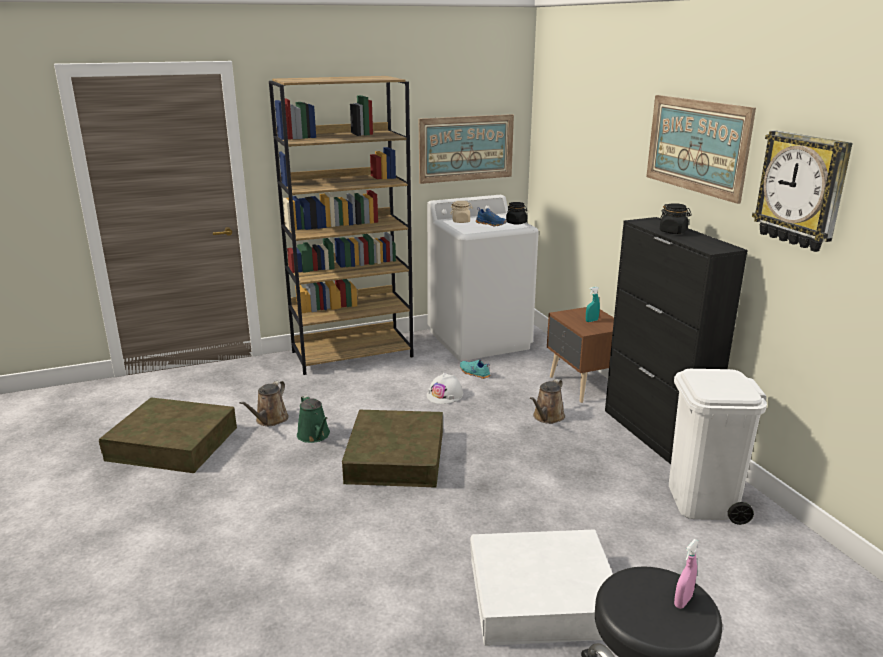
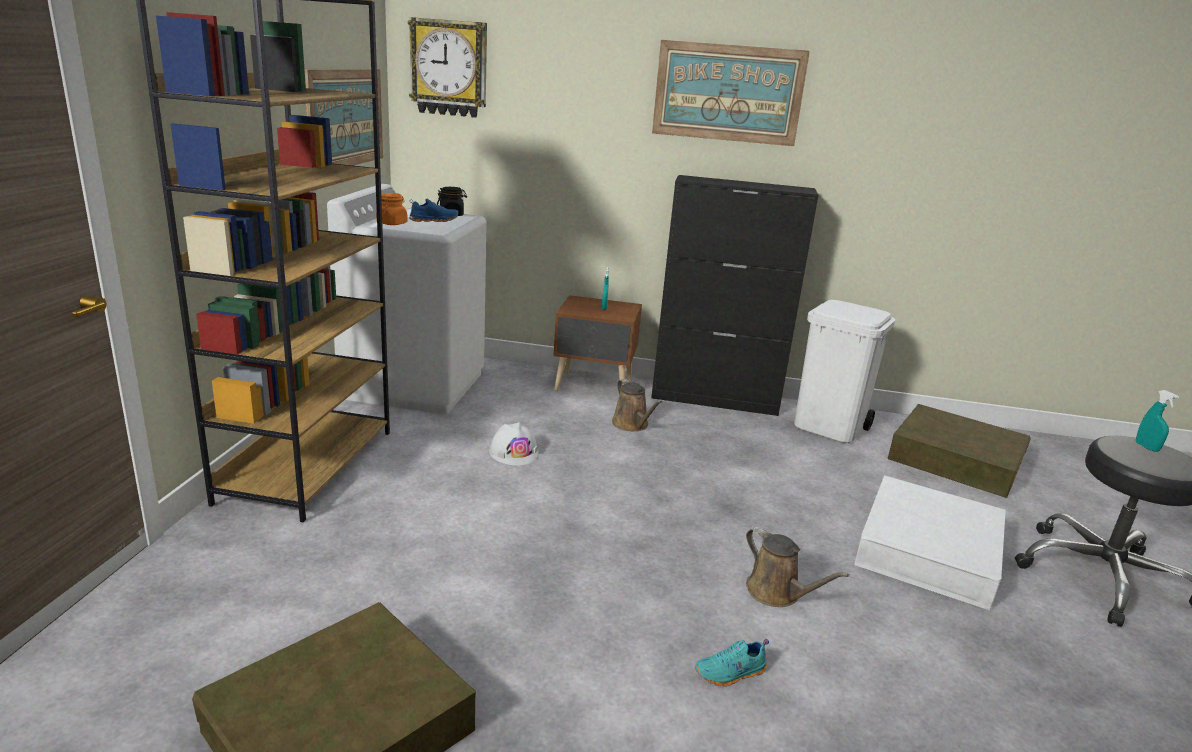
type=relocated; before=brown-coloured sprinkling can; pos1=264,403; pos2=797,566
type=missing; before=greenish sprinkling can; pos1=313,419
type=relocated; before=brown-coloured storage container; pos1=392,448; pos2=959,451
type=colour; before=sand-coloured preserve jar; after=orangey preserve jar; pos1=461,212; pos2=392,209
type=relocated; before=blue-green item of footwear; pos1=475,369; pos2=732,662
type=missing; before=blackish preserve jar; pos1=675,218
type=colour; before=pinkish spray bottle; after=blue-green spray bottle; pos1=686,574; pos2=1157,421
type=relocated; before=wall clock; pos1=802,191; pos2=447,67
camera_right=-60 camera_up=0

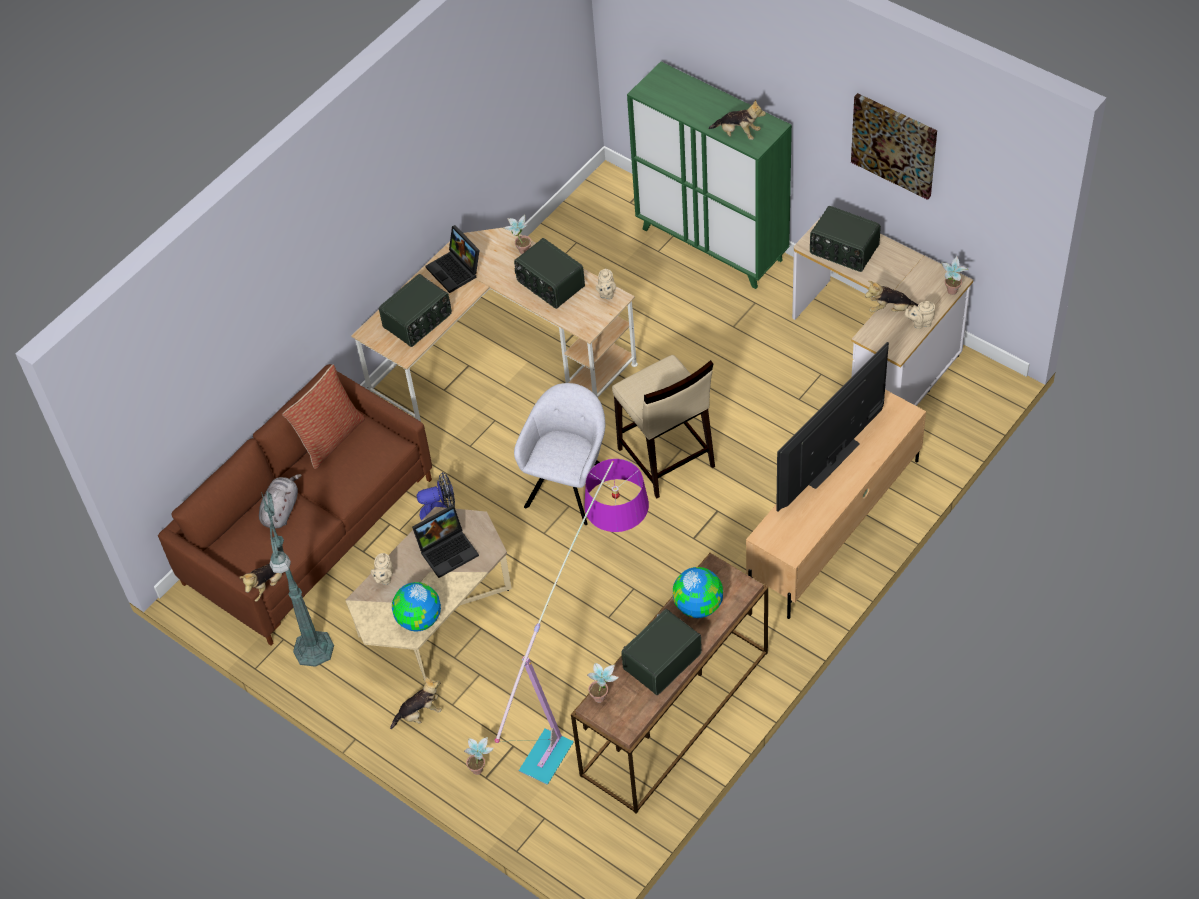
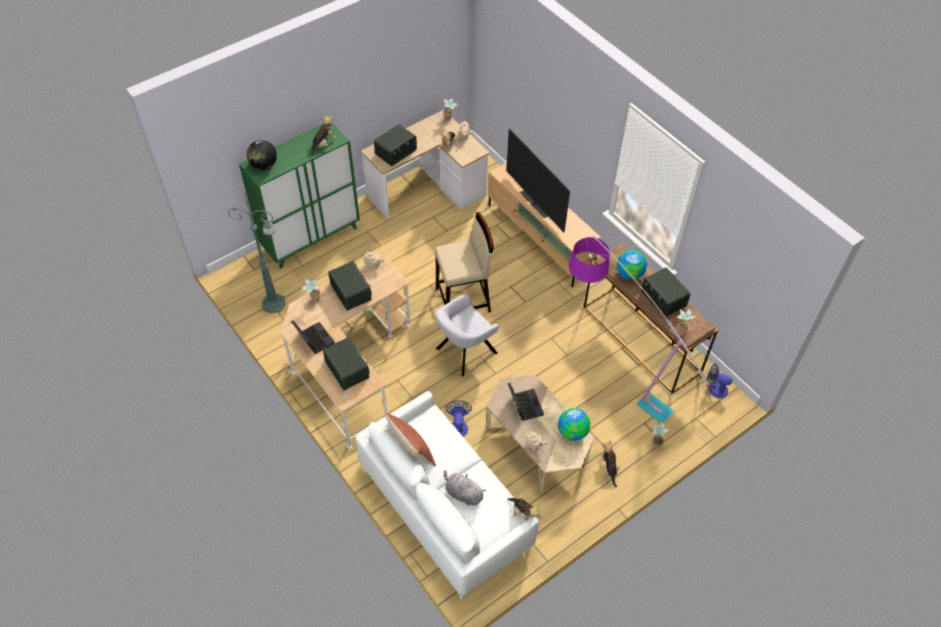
type=colour; before=brown-coloured settee; after=white-coloured settee; pos1=295,504; pos2=447,495
type=relocated; before=greenish standard lamp; pos1=297,579; pos2=257,252
type=spun; before=portable computer; pos1=452,259; pos2=313,337; turn=-105
type=spun; before=radio; pos1=549,273; pos2=350,286; turn=-90
type=spun; before=gray armchair; pos1=559,454; pos2=467,335; turn=-75
type=missing; before=wall art; pos1=894,146
type=appeared; after=desk globe; pos2=262,155
type=appeared; after=cooling fan; pos2=719,380
camera_right=-80 camera_up=0

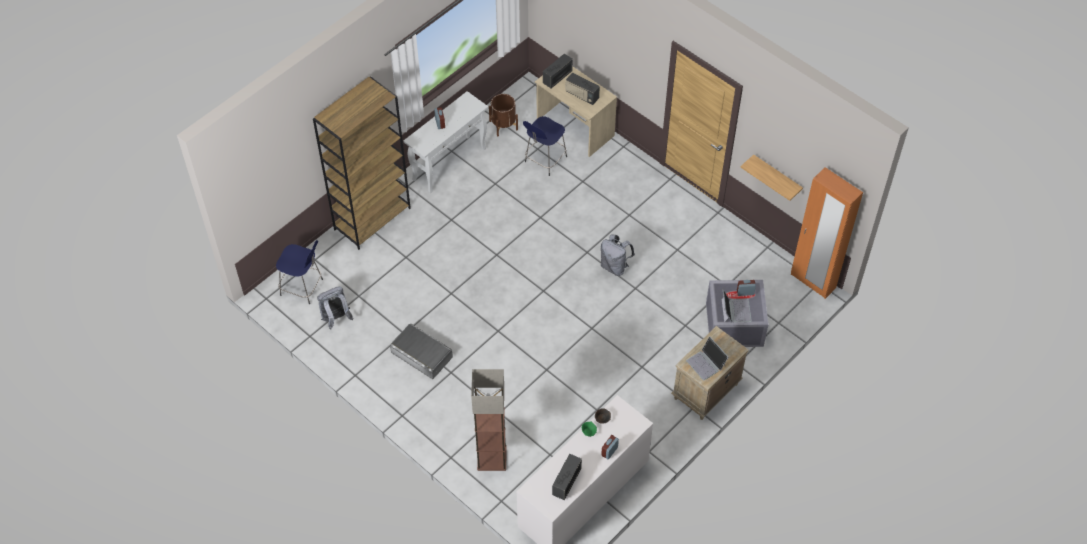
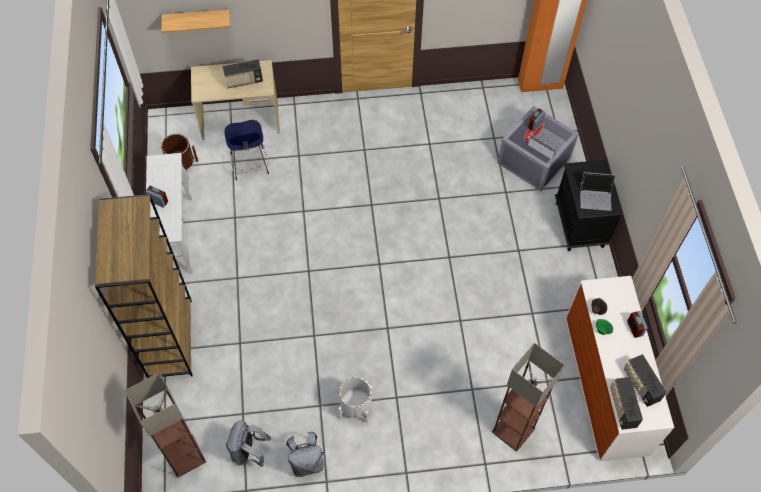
type=exchanged; before=blue-coloured stool seat; after=standard lamp; pos1=299,272; pos2=165,425
type=exchanged; before=gray storage container; after=white-coloured plant pot; pos1=421,351; pos2=356,400
type=relocated; before=radio; pos1=558,71; pos2=626,403
type=relocated; before=gray backpack; pos1=618,255; pos2=305,454
type=colour; before=sand-coloured night table; after=blackish night table; pos1=710,373; pos2=589,205
type=relocated; before=wall shelf; pos1=772,178; pos2=196,21
camera_right=-50 camera_up=5

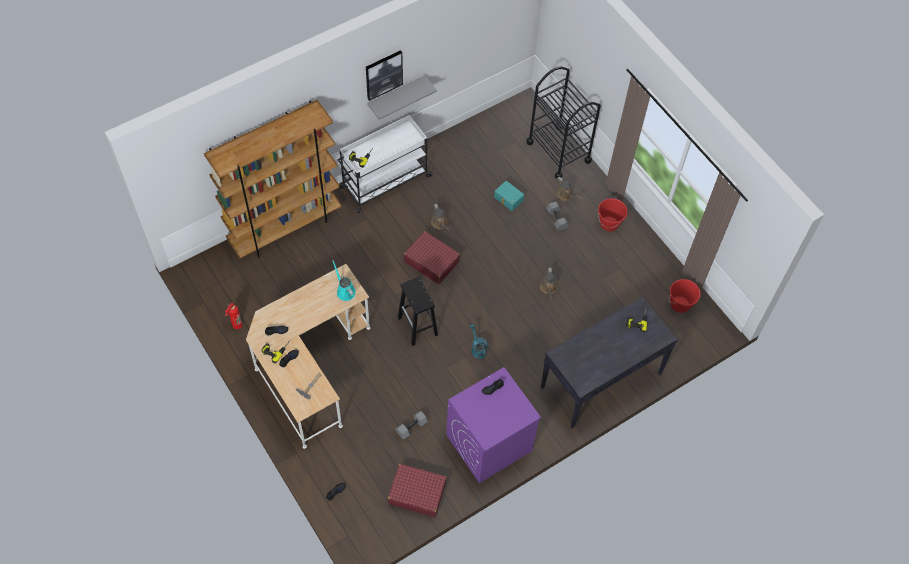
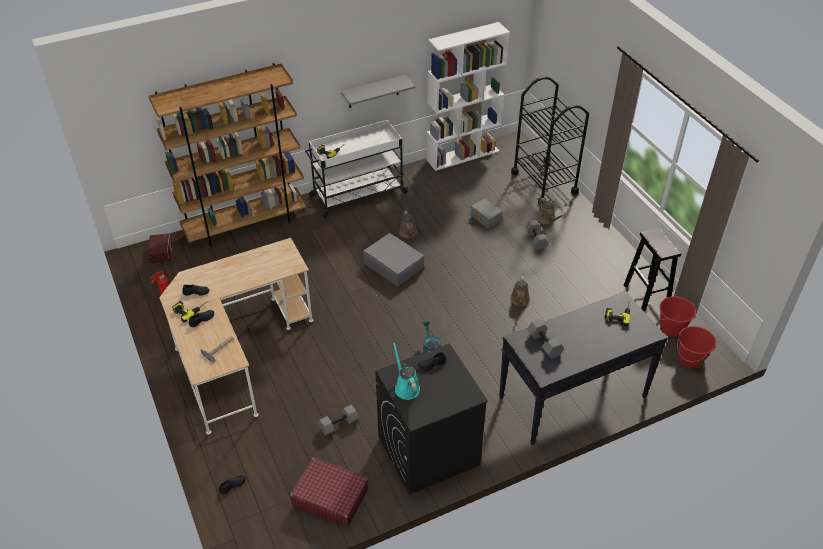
type=relocated; before=blue-green sprinkling can; pos1=343,280; pos2=406,371
type=missing; before=wall art; pos1=384,75
type=relocated; before=blackish stool seat; pos1=418,311; pos2=652,269
type=colour; before=red suitcase; after=gray suitcase; pos1=432,257; pos2=394,259
type=colour; before=purplish laundry machine; after=blackish laundry machine; pos1=493,425; pos2=431,419
type=colour; before=blue-green storage container; after=gray storage container; pos1=509,196; pos2=487,213
type=relocated; before=red water bucket; pos1=613,214; pos2=696,347
type=appeared; after=brown-coloured storage container; pos2=160,248
type=appeared; after=white-coloured bookshelf; pos2=468,96
type=appeared; after=gray free weight; pos2=545,339
camera_right=10 camera_up=-15

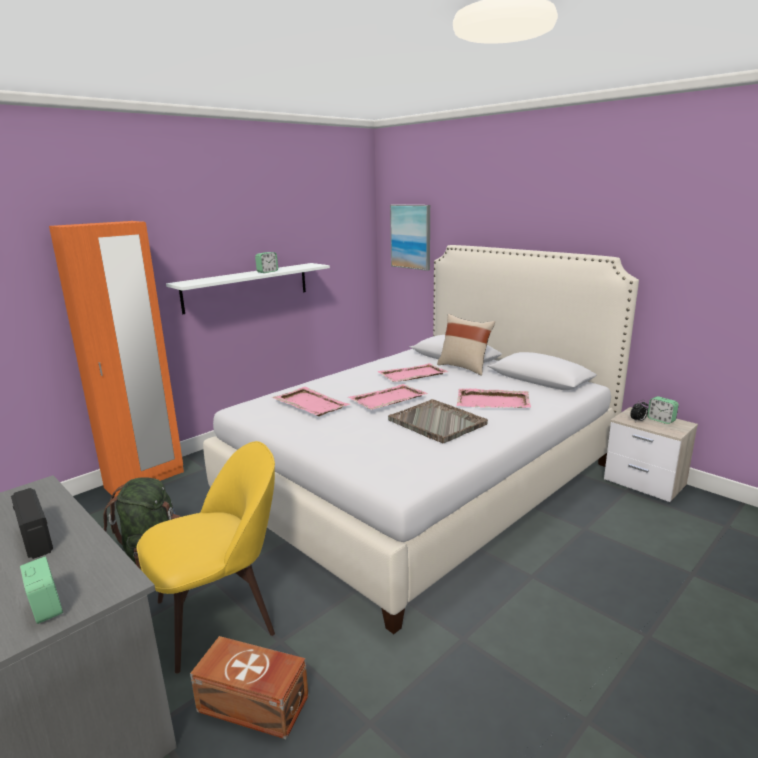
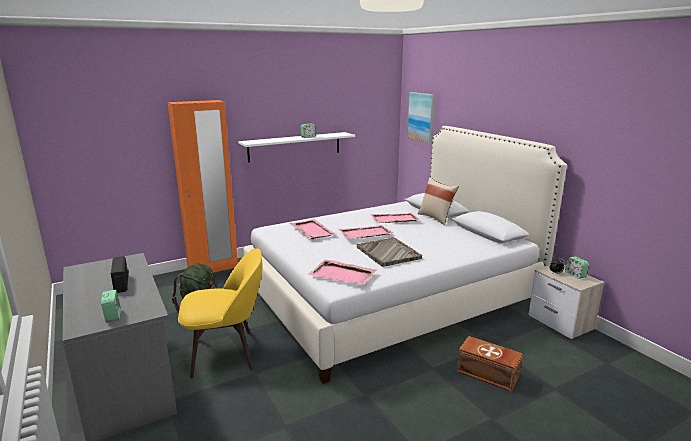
type=relocated; before=brown-coloured storage container; pos1=249,687; pos2=490,364
type=relocated; before=pinkish serving tray; pos1=493,398; pos2=342,272
camera_right=15 camera_up=0

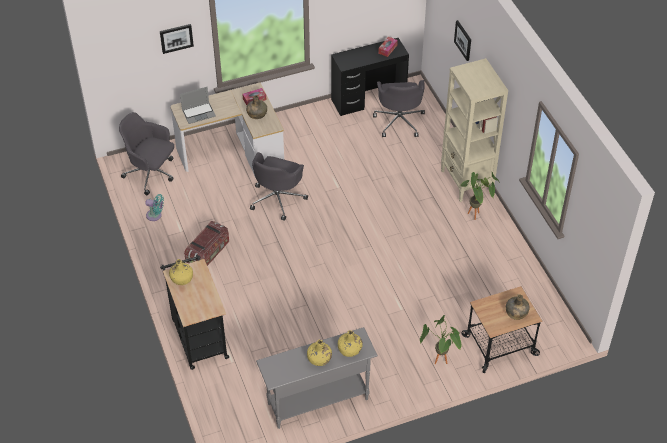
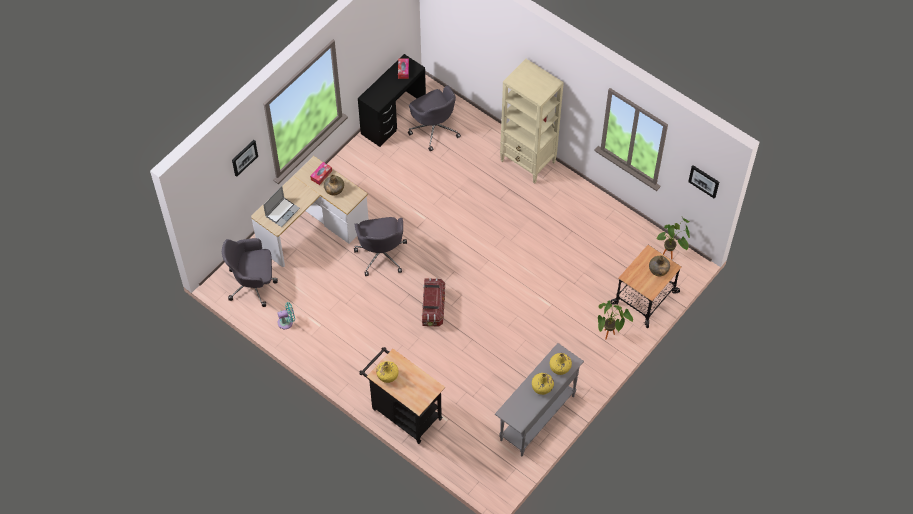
type=relocated; before=storage container; pos1=206,243; pos2=433,302
type=relocated; before=wall art; pos1=462,40; pos2=703,182
type=relocated; before=houseplant; pos1=480,195; pos2=673,238
camera_right=-30 camera_up=10

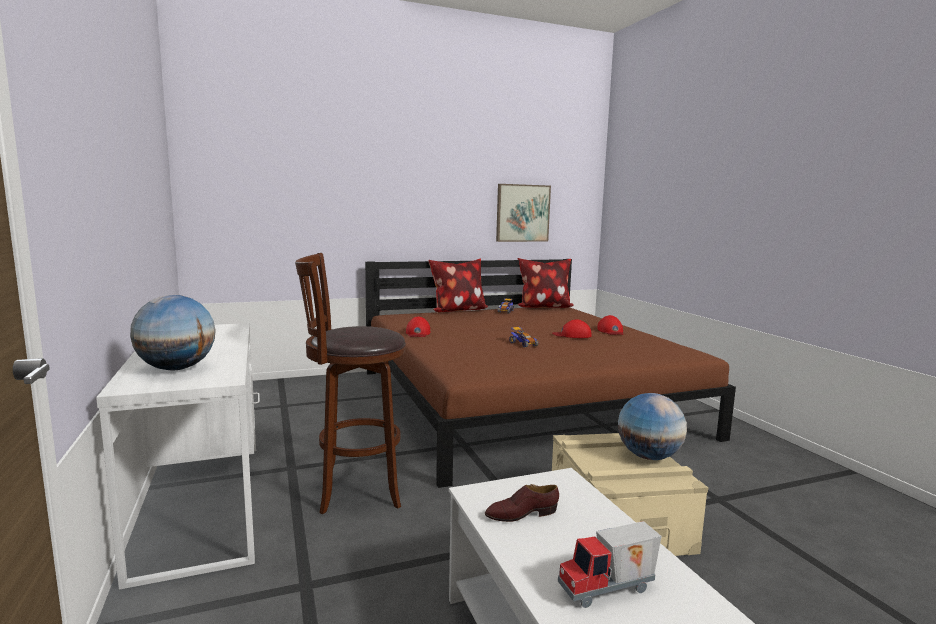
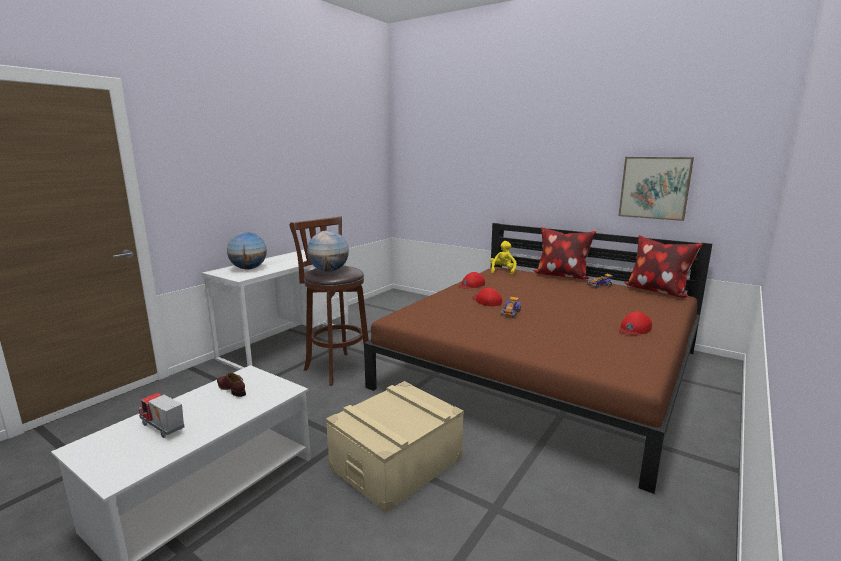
type=relocated; before=red baseball cap; pos1=572,328; pos2=487,297
type=relocated; before=desk globe; pos1=652,426; pos2=328,251
type=appeared; after=yellowish plush toy; pos2=503,258
camera_right=55 camera_up=5

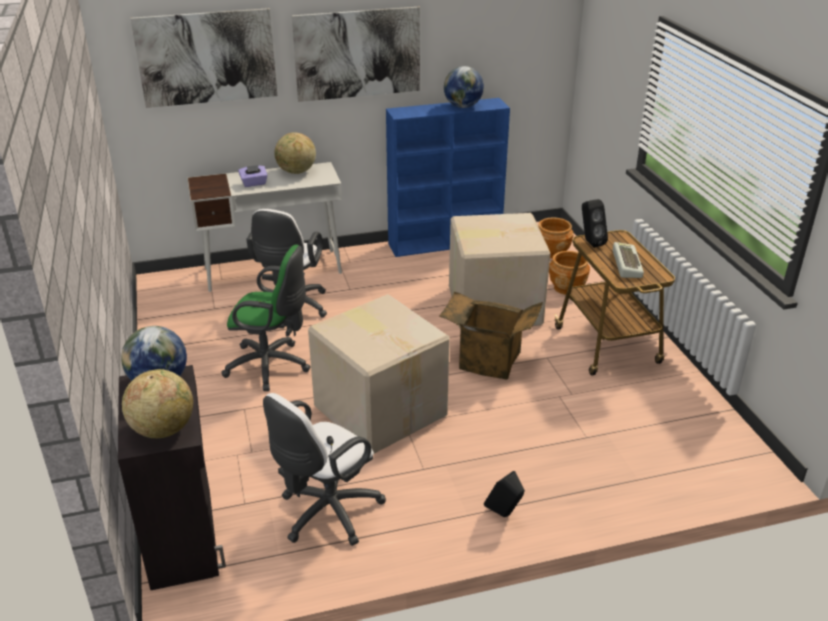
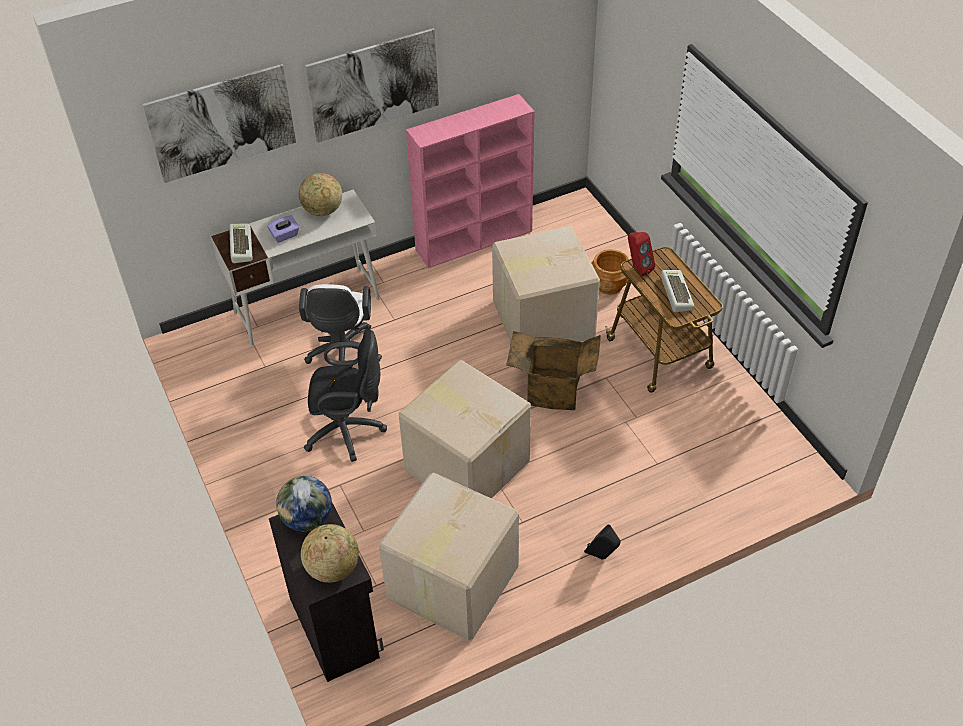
type=colour; before=greenish computer chair; after=blackish computer chair; pos1=266,318; pos2=345,395
type=exchanged; before=white-coloured computer chair; after=carton; pos1=324,469; pos2=449,556
type=colour; before=blue-coloured bookshelf; after=pinkish bookshelf; pos1=448,177; pos2=470,181
type=missing; before=desk globe; pos1=464,87
type=missing; before=brown-coloured plant pot; pos1=556,238
type=colour; before=blackish speaker; after=red speaker; pos1=595,223; pos2=641,254
type=appeared; after=keyboard; pos2=241,243
camera_right=-10 camera_up=15

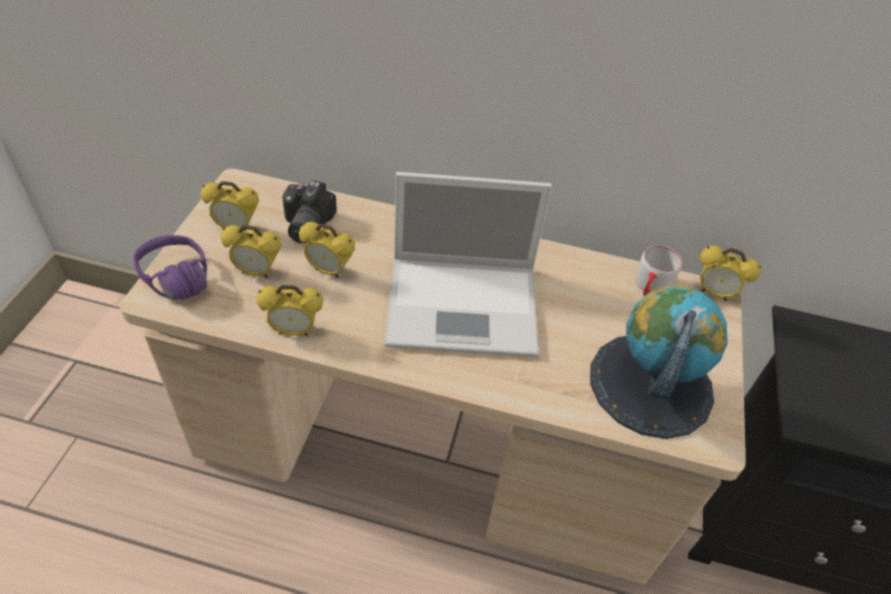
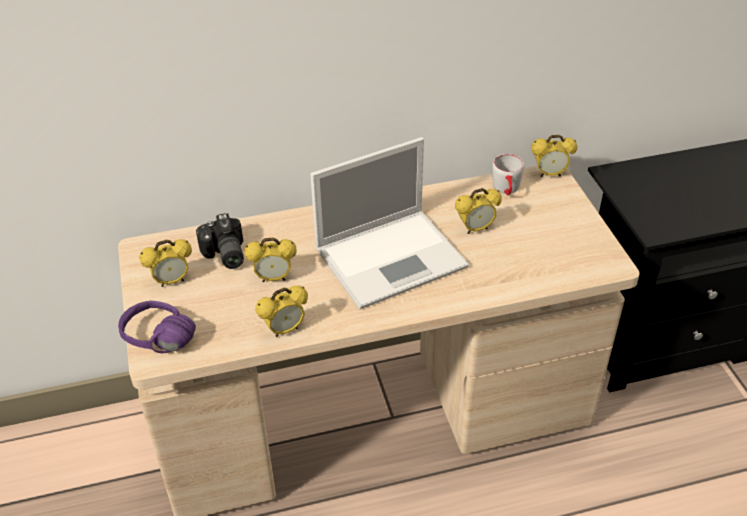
type=relocated; before=bedside clock; pos1=251,251; pos2=478,211
type=missing; before=desk globe; pos1=658,362
camera_right=-25 camera_up=-5

